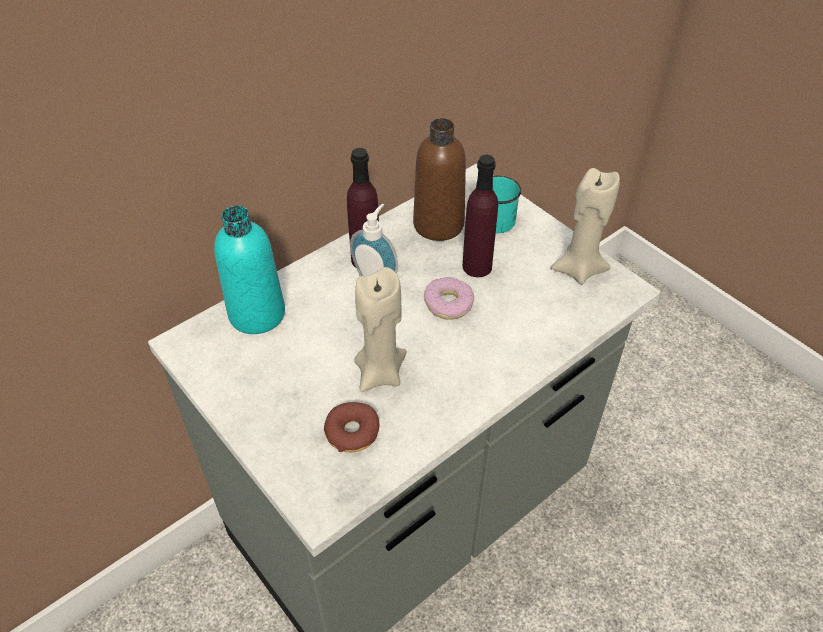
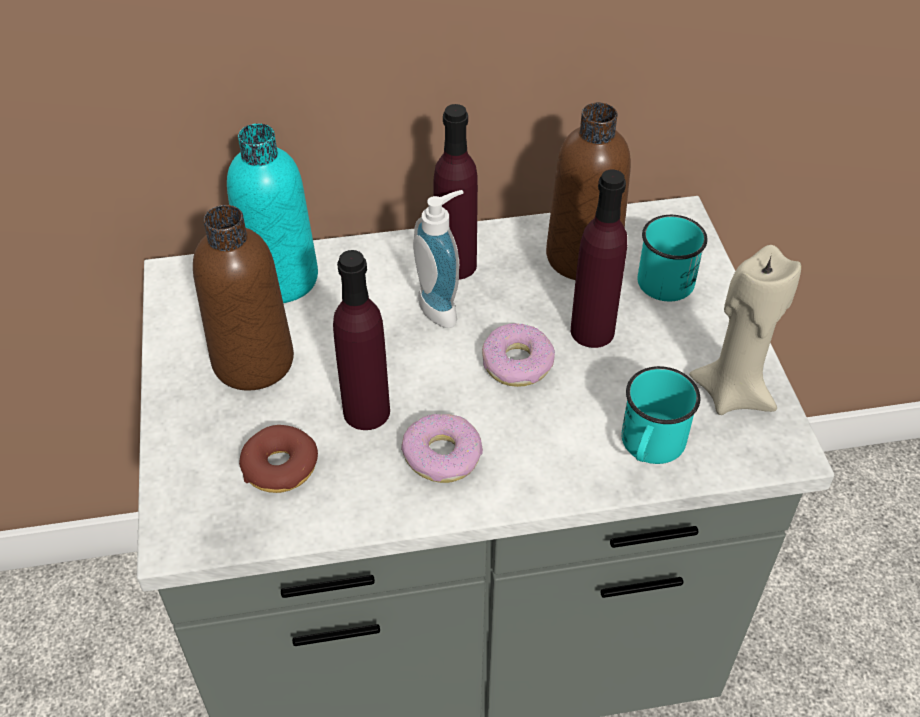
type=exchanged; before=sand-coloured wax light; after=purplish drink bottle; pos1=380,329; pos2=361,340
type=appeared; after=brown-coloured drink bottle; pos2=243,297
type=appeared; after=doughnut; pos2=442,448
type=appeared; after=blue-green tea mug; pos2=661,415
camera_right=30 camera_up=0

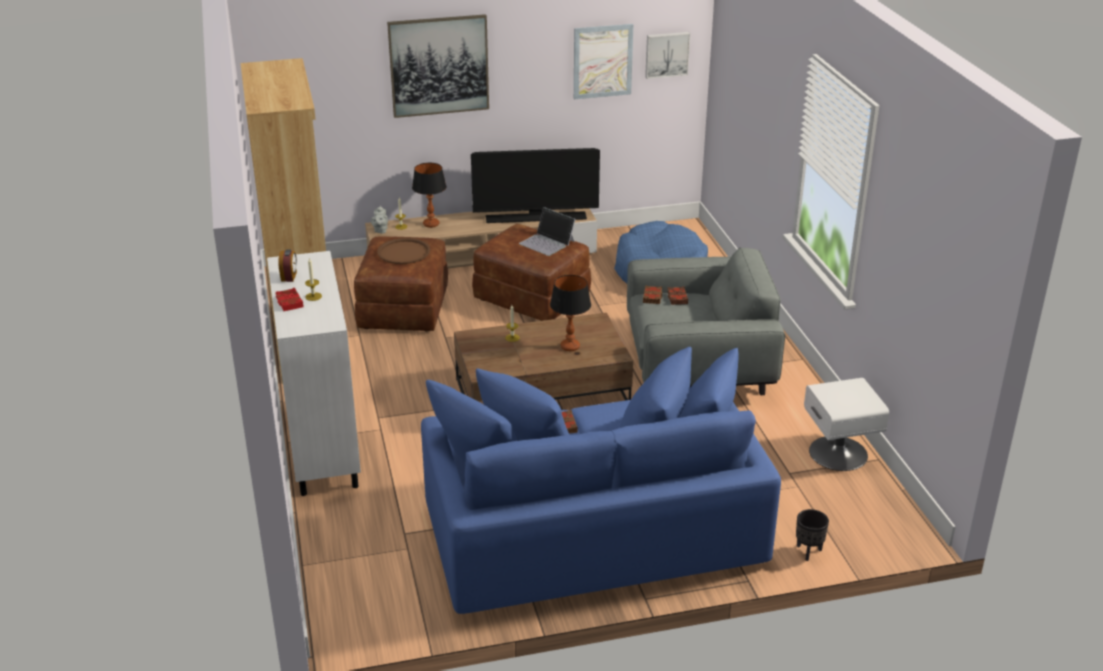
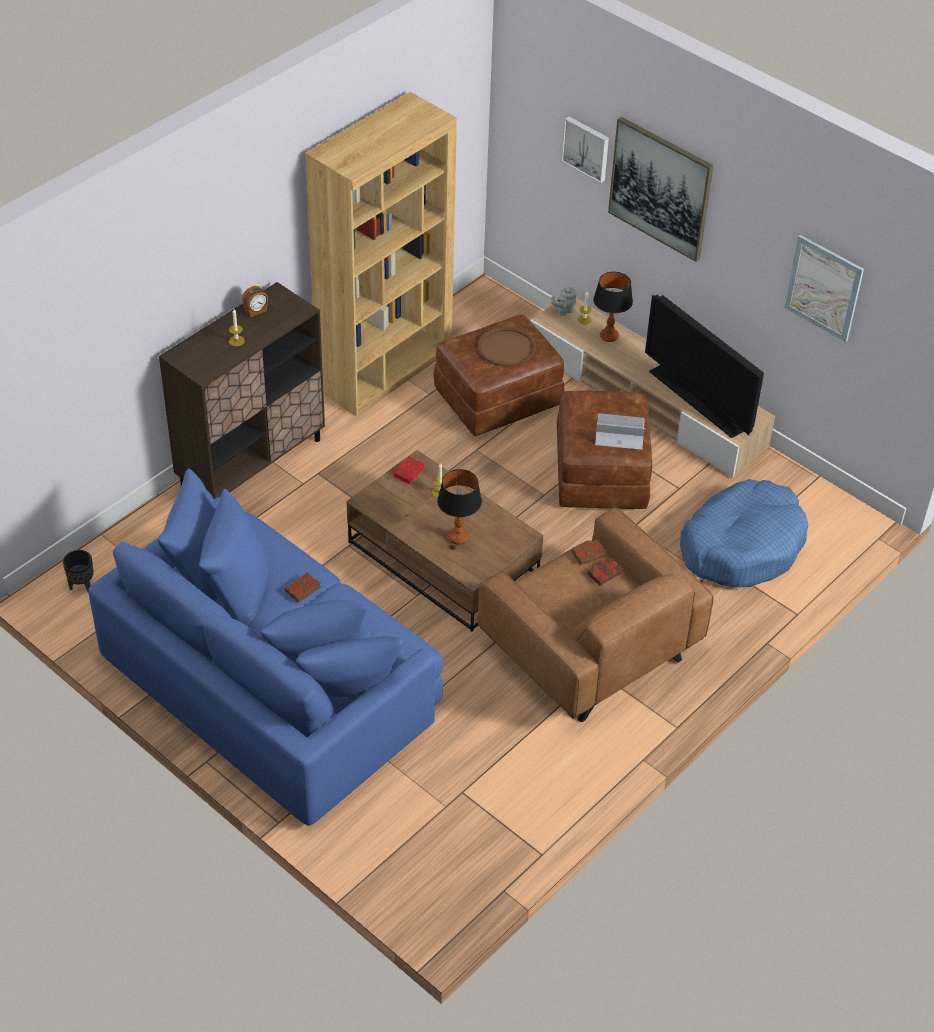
type=colour; before=white-coloured cabinet; after=brown-coloured cabinet; pos1=314,373; pos2=242,390
type=relocated; before=red book; pos1=289,299; pos2=408,470
type=spun; before=portable computer; pos1=547,231; pos2=620,432; turn=90
type=colour; before=gray armchair; after=brown-coloured armchair; pos1=706,321; pos2=595,614
type=relocated; before=wall art; pos1=667,55; pos2=585,149
type=relocated; before=blackish plant pot; pos1=812,535; pos2=78,571
type=missing; before=white-coloured night table; pos1=846,424
camera_right=55 camera_up=15

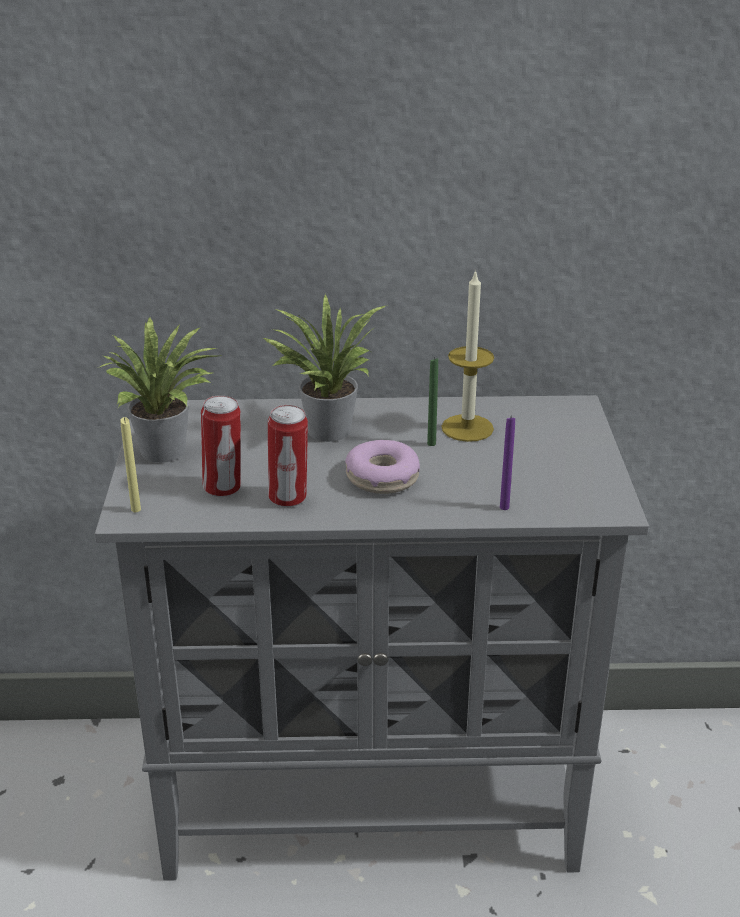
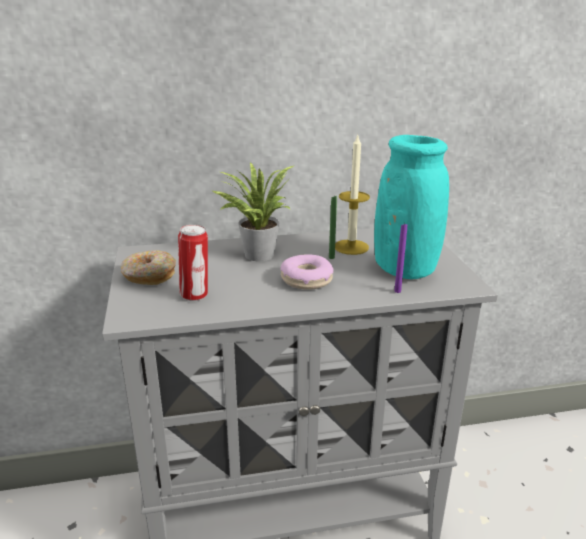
type=exchanged; before=houseplant; after=doughnut; pos1=161,389; pos2=148,267
type=missing; before=yellowish wax light; pos1=130,464
type=missing; before=metal can; pos1=288,456
type=appeared; after=blue-green vase; pos2=411,207
camera_right=-10 camera_up=-5

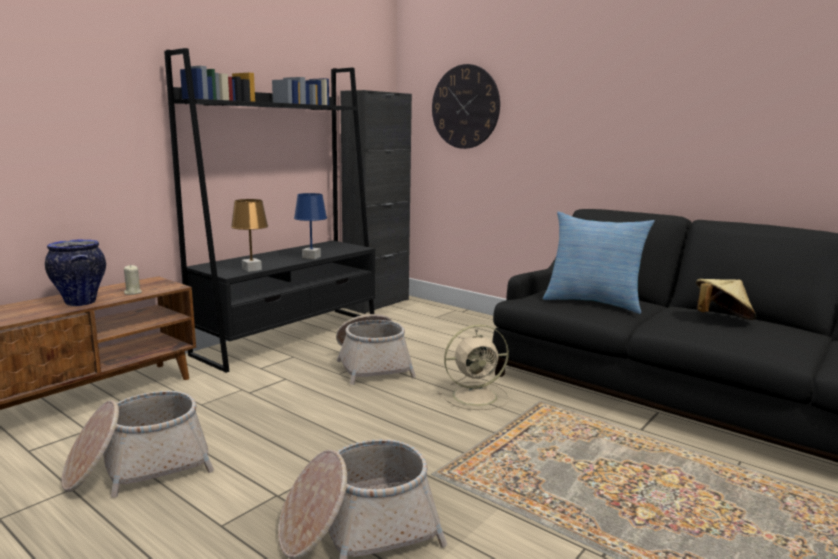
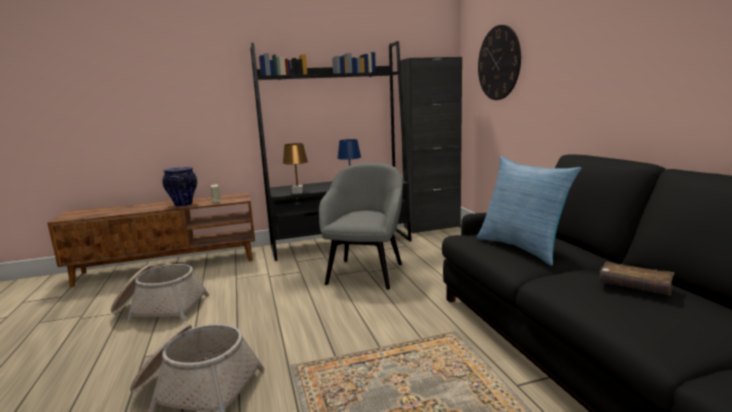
type=exchanged; before=basket; after=gray armchair; pos1=376,349; pos2=361,226
type=missing; before=sand-coloured cooling fan; pos1=474,367
type=exchanged; before=sand-coloured hat; after=brown-coloured book; pos1=726,299; pos2=636,279
camera_right=35 camera_up=0

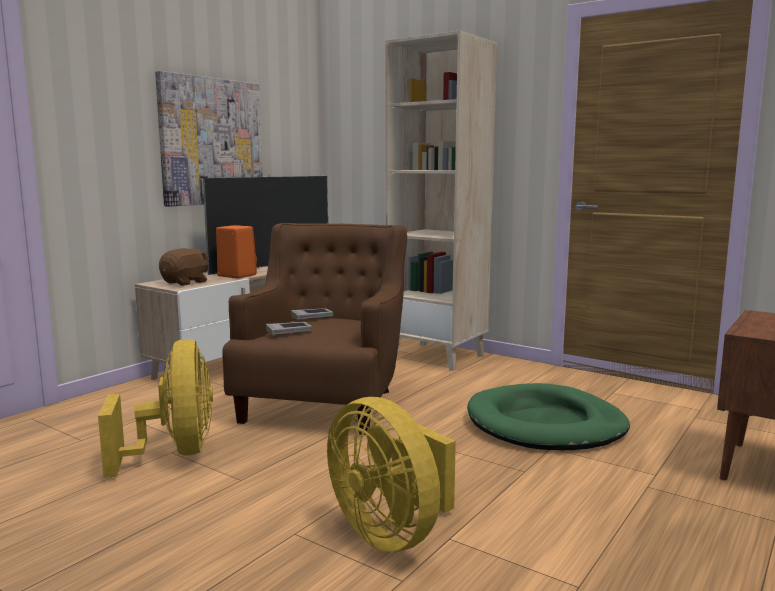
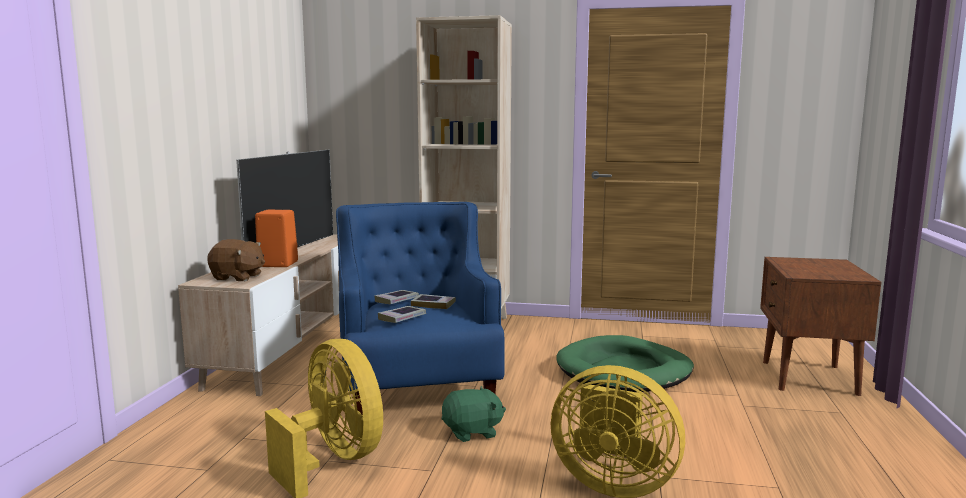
type=missing; before=wall art; pos1=209,139
type=spun; before=brown-coloured plush toy; pos1=184,267; pos2=236,260; turn=90
type=colour; before=brown-coloured armchair; after=blue-coloured armchair; pos1=314,329; pos2=420,308
type=appeared; after=book; pos2=433,301
type=appeared; after=greenish plush toy; pos2=474,414
camera_right=-25 camera_up=0

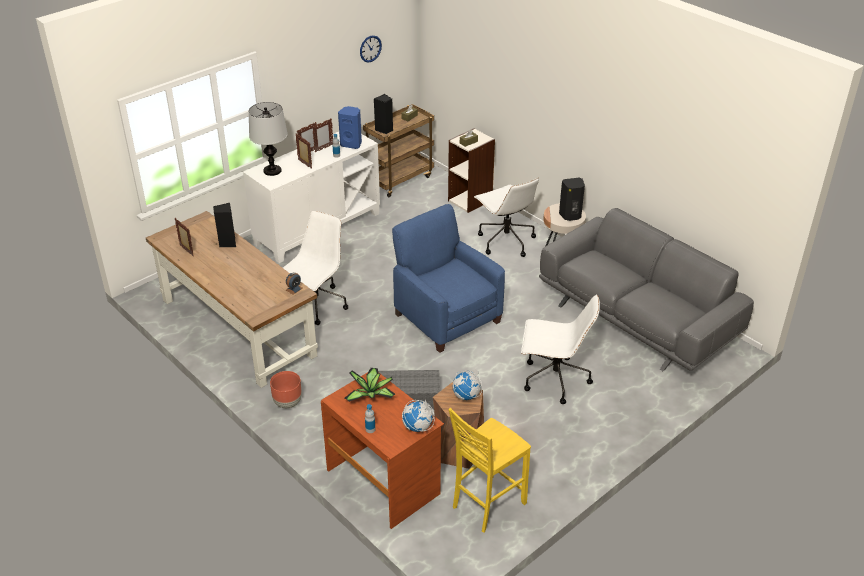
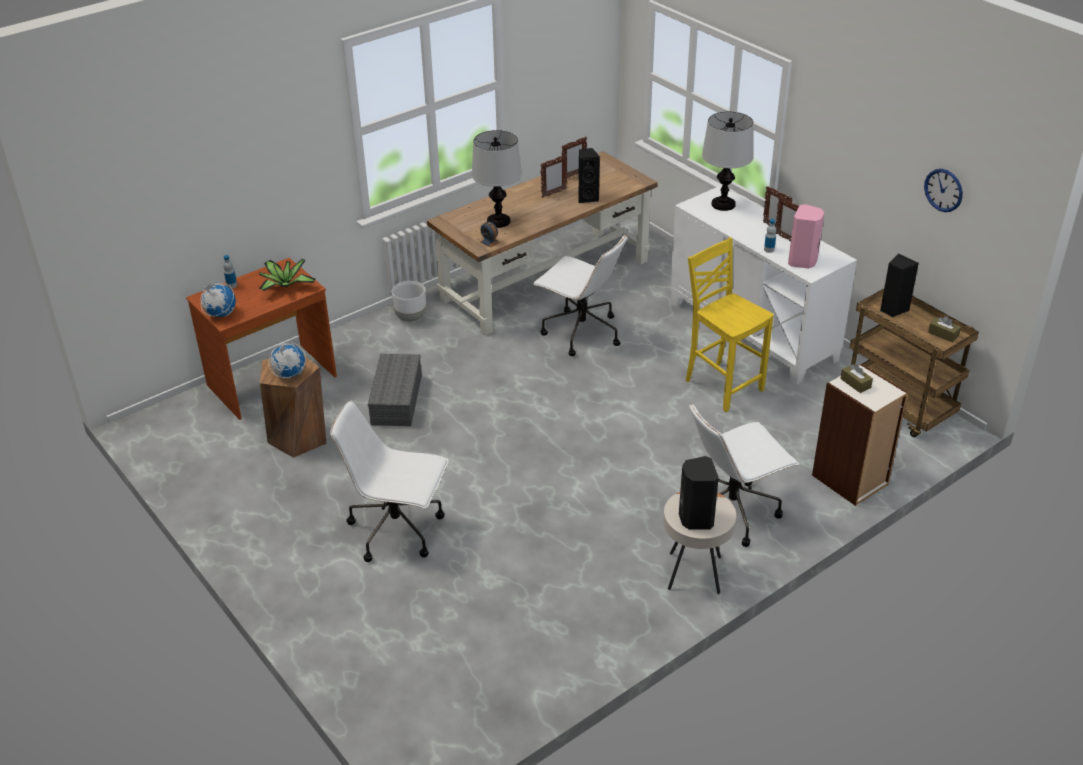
type=colour; before=brown-coloured plant pot; after=white-coloured plant pot; pos1=286,389; pos2=409,301
type=relocated; before=photo frame; pos1=304,151; pos2=553,176
type=colour; before=blue-coloured speaker; after=pinkish speaker; pos1=350,127; pos2=806,236
type=missing; before=blue-coloured armchair; pos1=448,278
type=relocated; before=yellowish upright chair; pos1=489,470; pos2=730,324
type=spun; before=white-coloured computer chair; pos1=560,349; pos2=389,481; turn=90
type=missing; before=gray settee; pos1=646,289
type=appeared; after=tabletop lamp; pos2=497,179
camera_right=95 camera_up=0

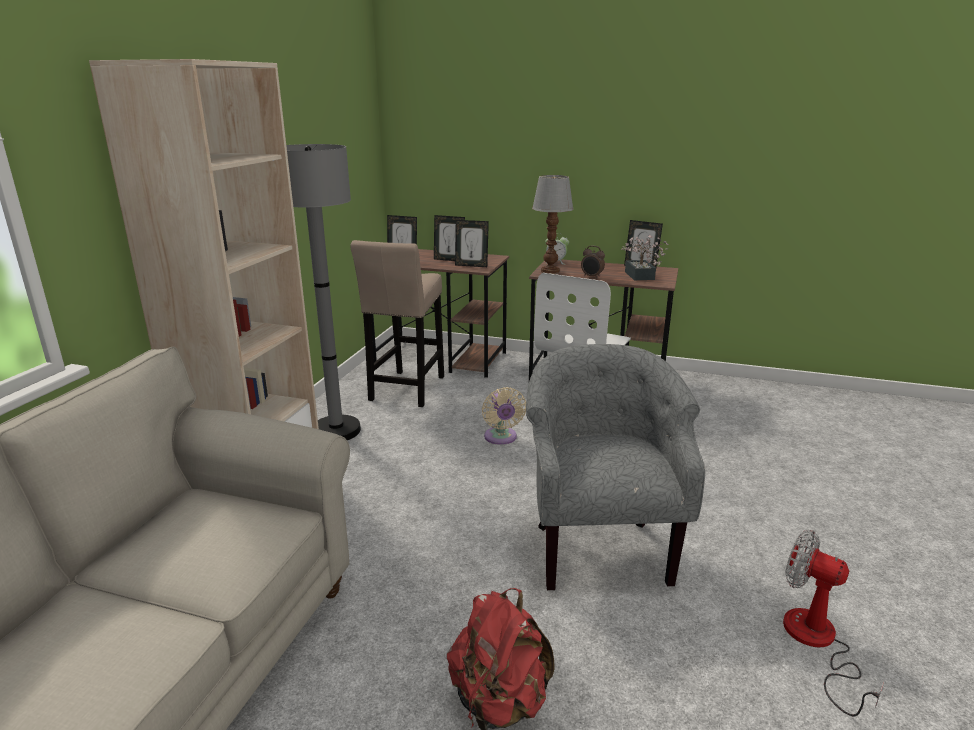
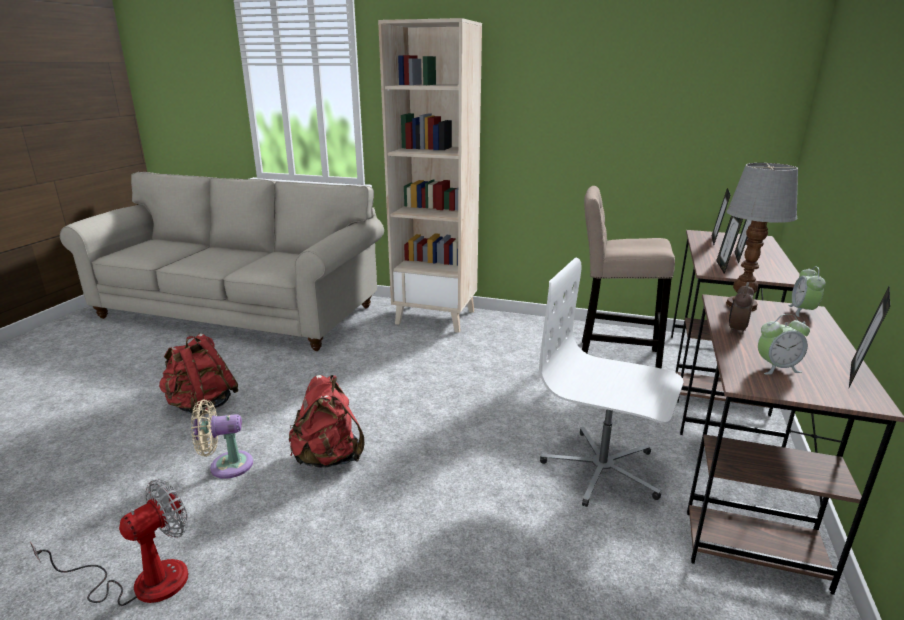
type=missing; before=gray standard lamp; pos1=323,292
type=relocated; before=sand-coloured cooling fan; pos1=504,416; pos2=222,439
type=exchanged; before=gray armchair; after=red backpack; pos1=615,467; pos2=326,421
type=exchanged; before=houseplant; after=bedside clock; pos1=645,257; pos2=784,344
camera_right=90 camera_up=0

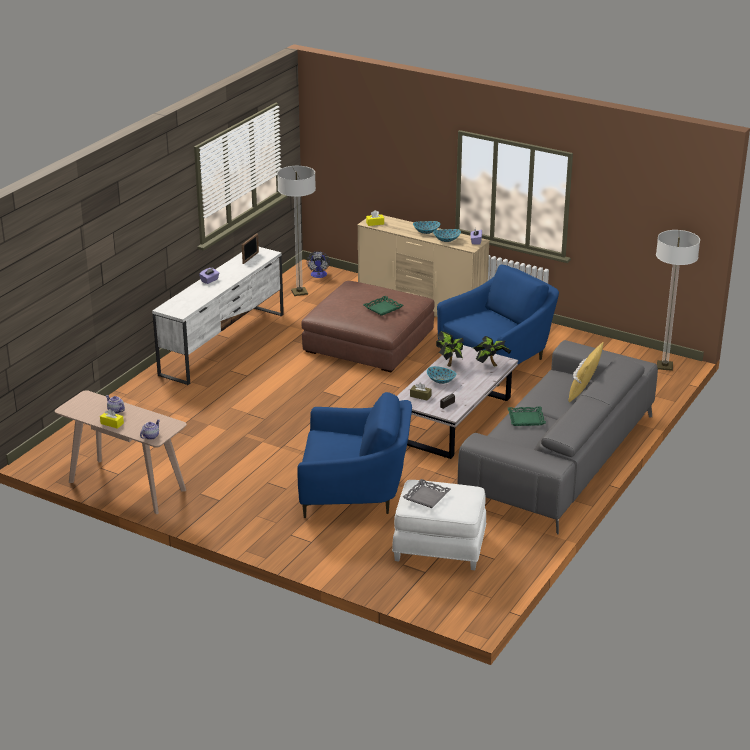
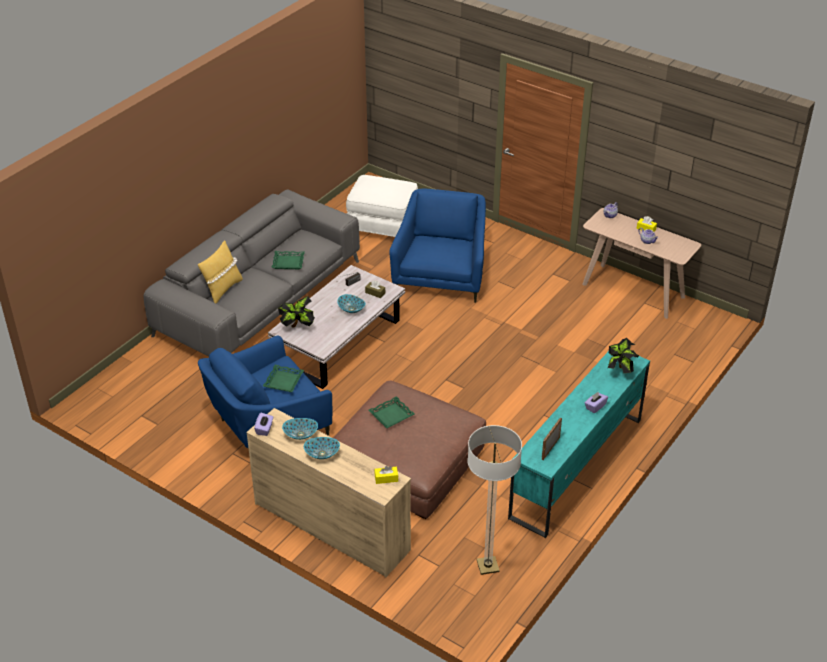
type=colour; before=white-coloured tv unit; after=blue-green tv unit; pos1=218,316; pos2=579,444
type=spun; before=blue-coloured armchair; pos1=354,455; pos2=437,246; turn=90
type=missing; before=cooling fan; pos1=318,264
type=missing; before=gray serving tray; pos1=427,493
type=relocated; before=houseplant; pos1=450,349; pos2=623,355
type=missing; before=standard lamp; pos1=678,300
type=appeared; after=greenish serving tray; pos2=283,378
camera_right=-175 camera_up=10

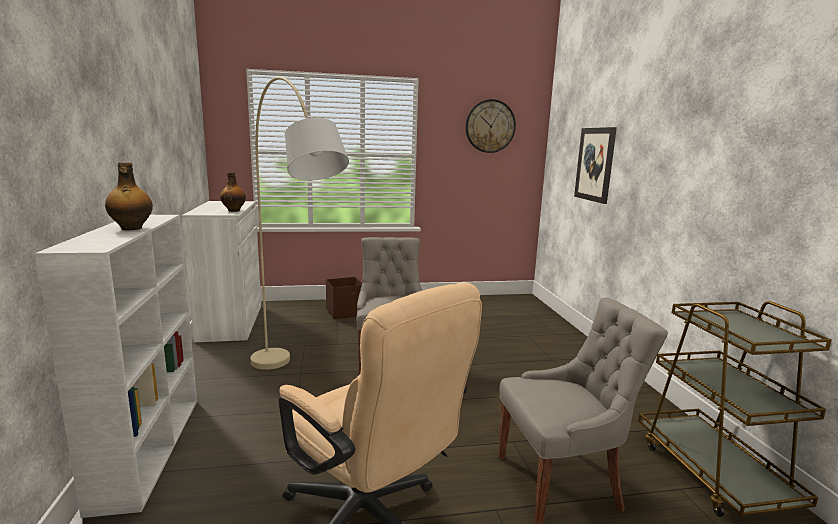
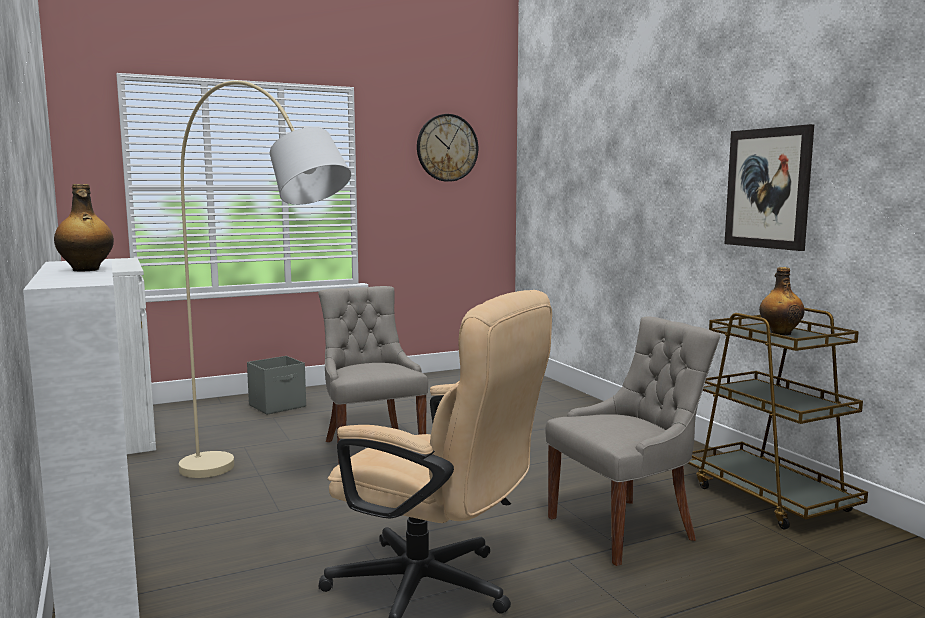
type=relocated; before=drink bottle; pos1=233,192; pos2=782,301
type=colour; before=brown-coloured storage container; after=gray storage container; pos1=344,298; pos2=276,385
type=relocated; before=wall art; pos1=595,165; pos2=769,187
camera_right=-15 camera_up=-5

